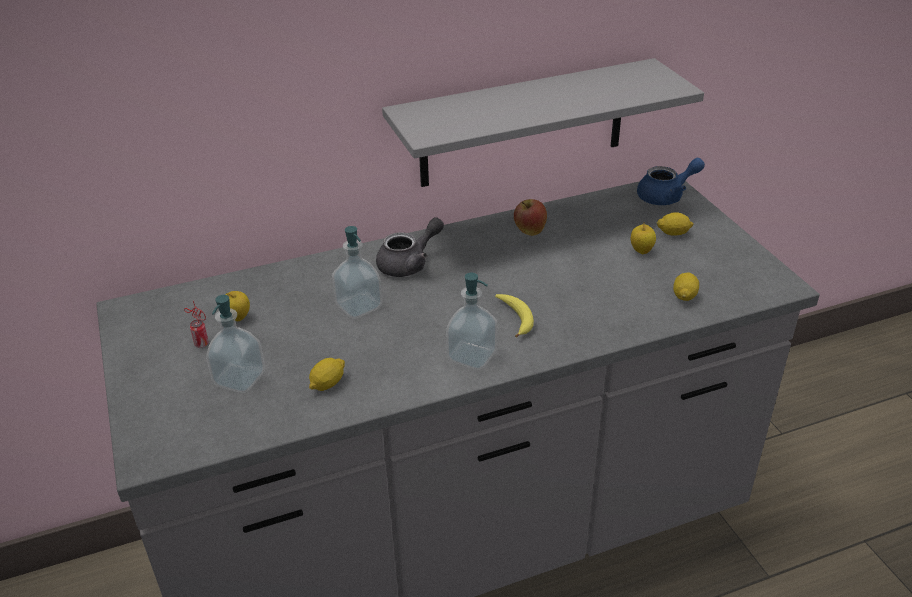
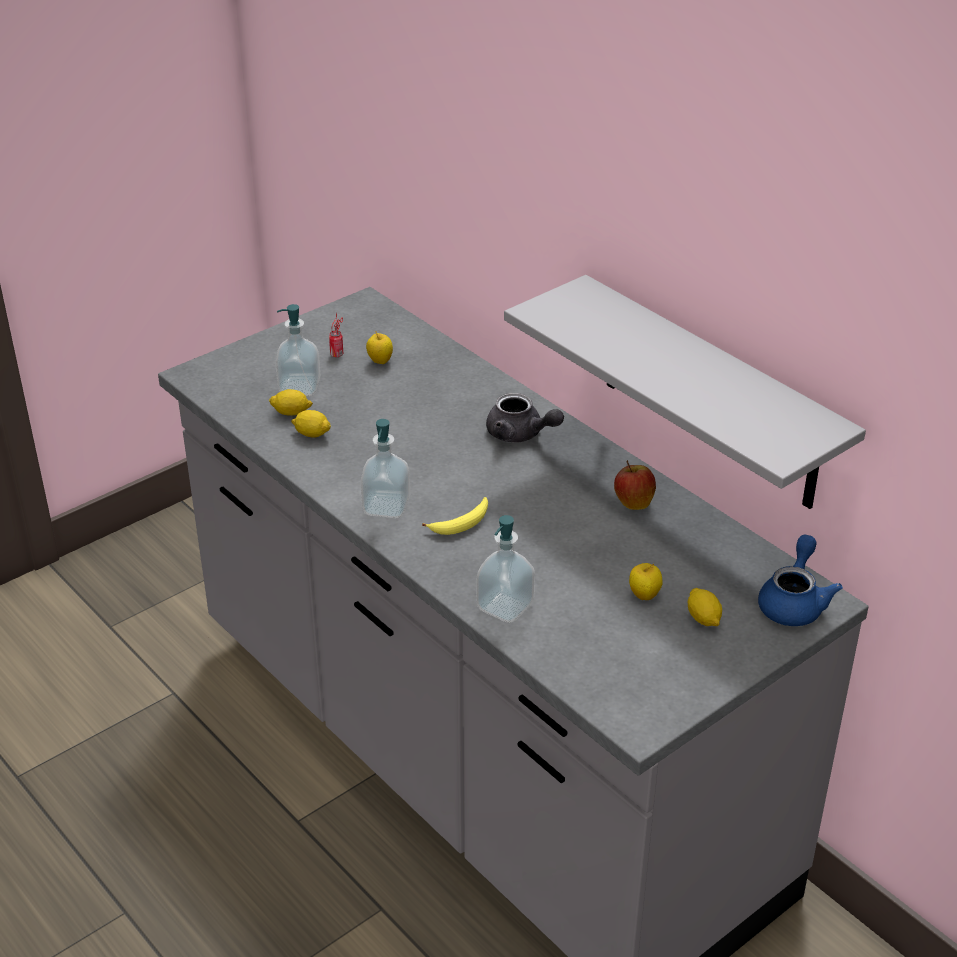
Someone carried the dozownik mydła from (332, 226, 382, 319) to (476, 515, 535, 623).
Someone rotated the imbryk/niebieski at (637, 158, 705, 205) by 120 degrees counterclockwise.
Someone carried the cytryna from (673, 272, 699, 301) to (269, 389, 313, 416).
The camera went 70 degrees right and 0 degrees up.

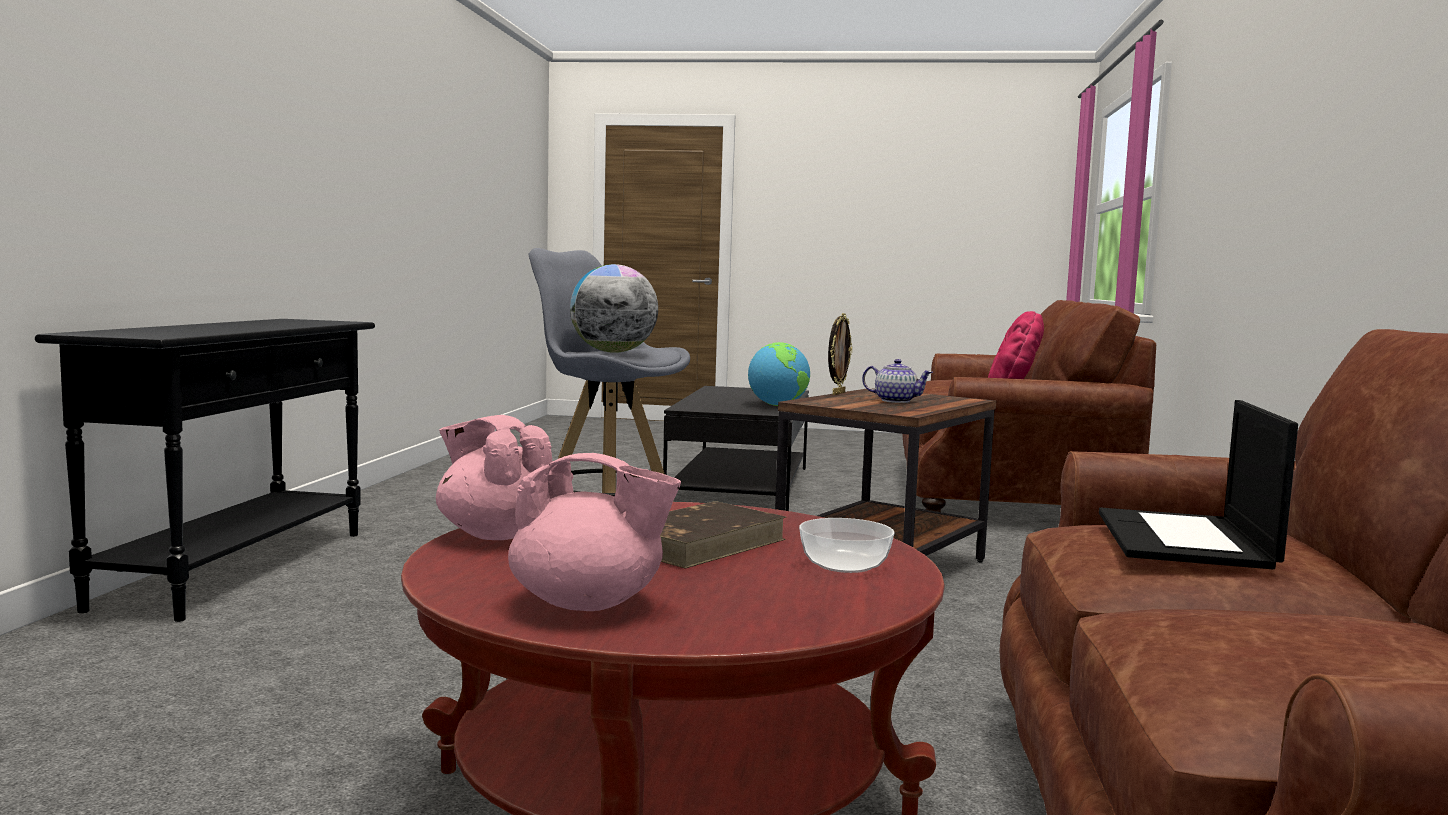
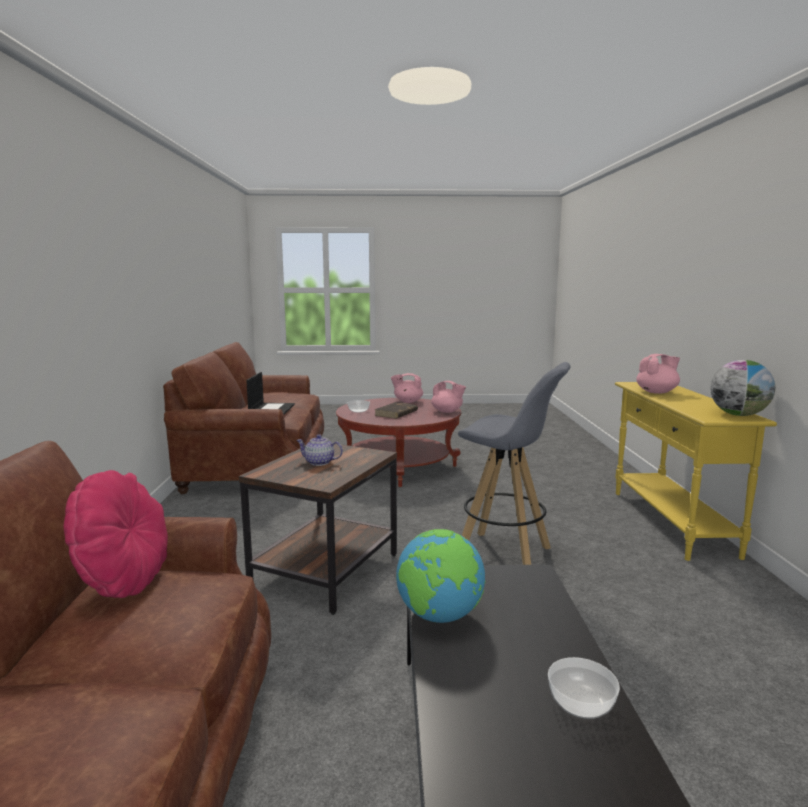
Someone repainted the stolik konsolowy/czarny at (35, 319, 375, 622), which became the stolik konsolowy/żółty at (615, 382, 777, 561).
Someone carried the globus from (570, 264, 658, 353) to (711, 360, 775, 416).
Someone took away the ramka na zdjęcie at (828, 313, 852, 395).
Someone put down the miska at (548, 657, 620, 719).
Someone put down the imbryk/różowy at (636, 354, 680, 394).
The camera went 170 degrees right and 5 degrees up.

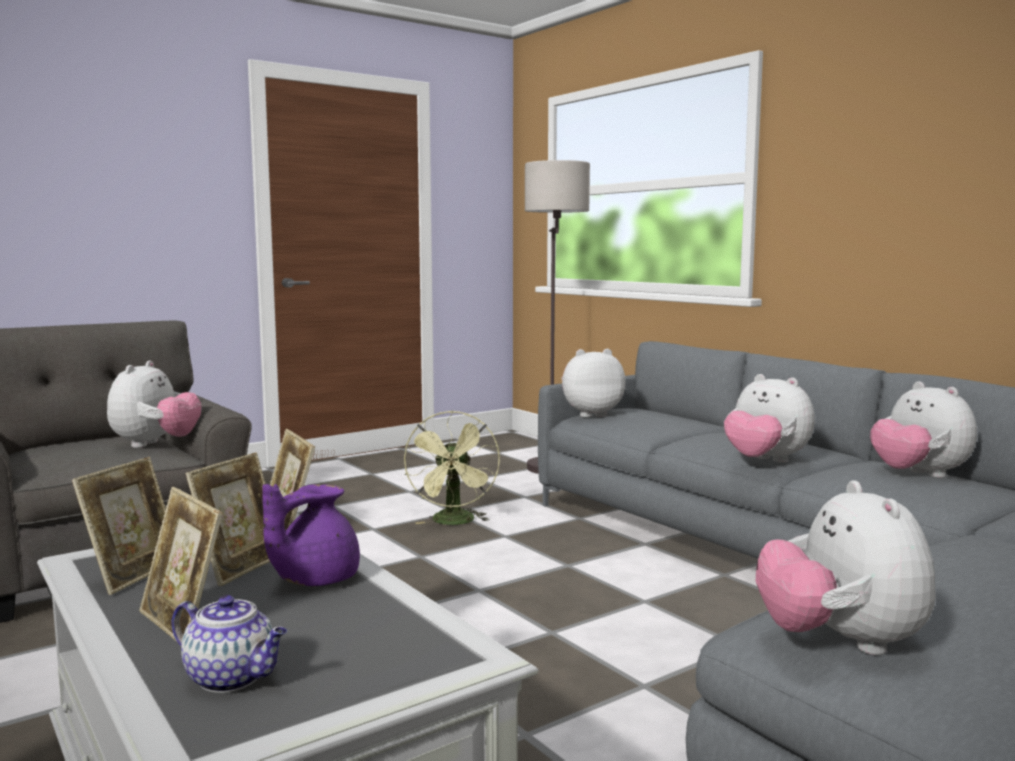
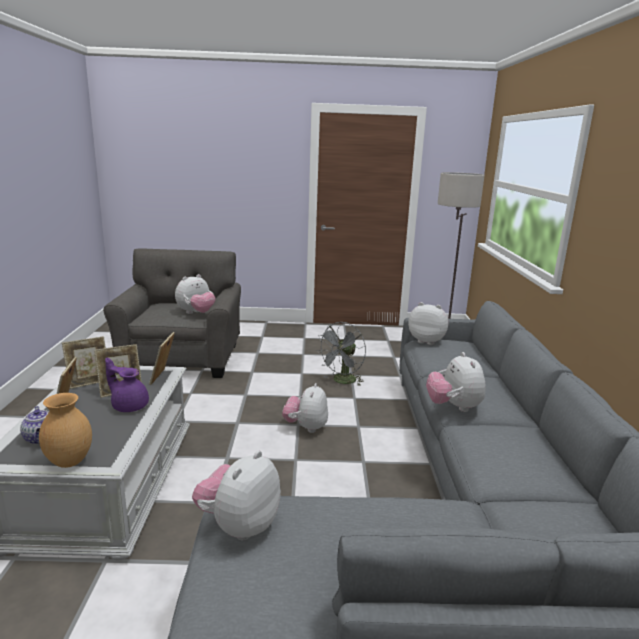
Someone rotated the imbryk/fioletowy at (263, 484, 360, 586) by 45 degrees clockwise.
Someone repainted the wentylator/zielony at (404, 411, 500, 525), which became the wentylator/szary at (316, 322, 366, 386).
Someone carried the pluszak from (870, 382, 977, 478) to (282, 383, 328, 433).
Someone put down the wazon/brązowy at (39, 393, 92, 468).
The camera went 35 degrees right and 10 degrees up.

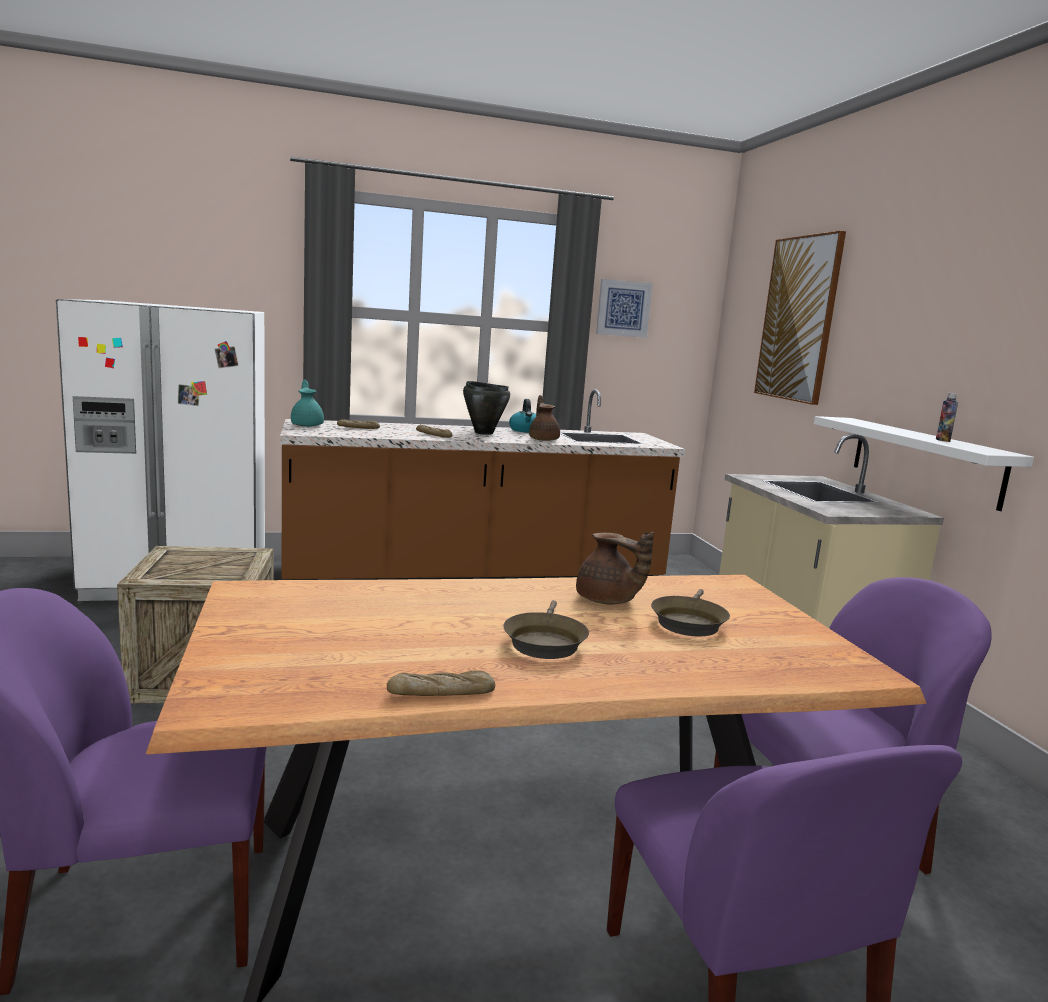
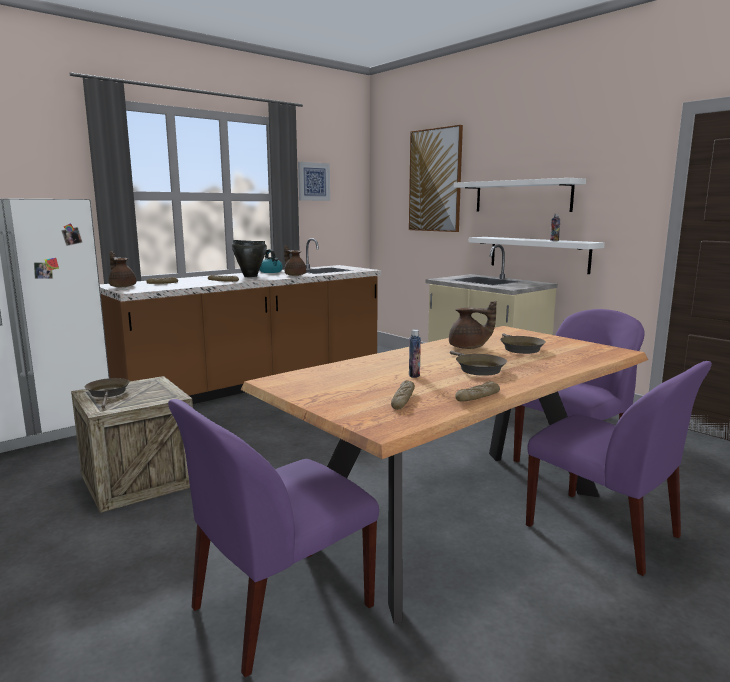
Someone repainted the imbryk/turkusowy at (291, 380, 324, 427), which became the imbryk/brązowy at (109, 251, 136, 287).
Someone put down the patelnia/brązowy at (85, 378, 130, 408).
Someone put down the chleb at (391, 380, 415, 410).
Someone put down the butelka at (409, 329, 421, 378).
Someone put up the półka/biały at (454, 178, 586, 212).
The camera went 25 degrees left and 0 degrees up.

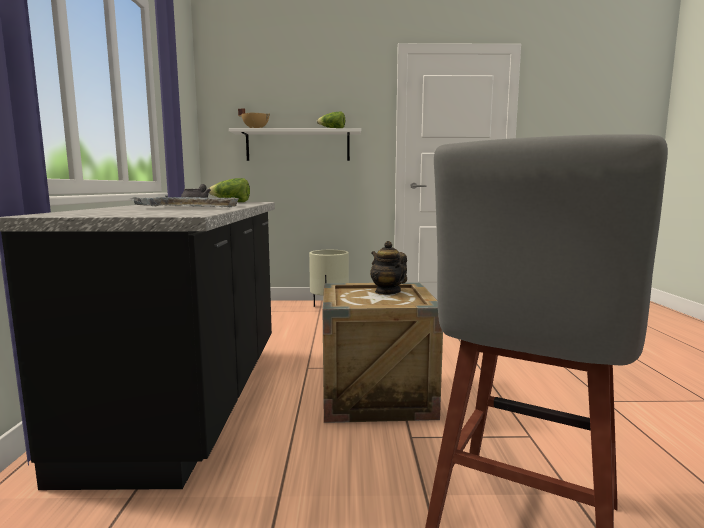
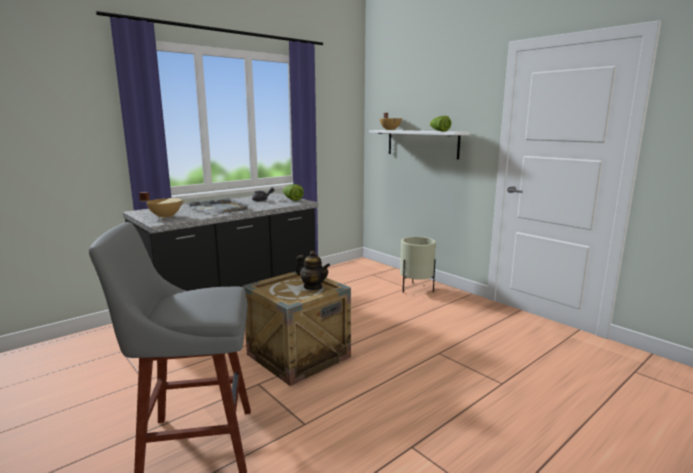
Someone rotated the imbryk at (370, 241, 407, 295) by 105 degrees clockwise.
Someone put down the garnek/beżowy at (139, 192, 185, 219).
The camera went 50 degrees right and 5 degrees up.

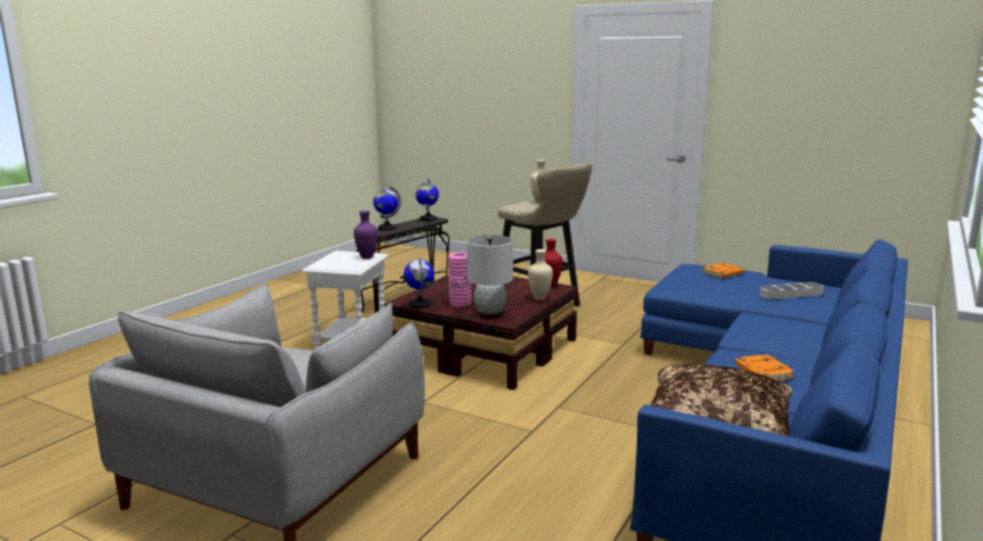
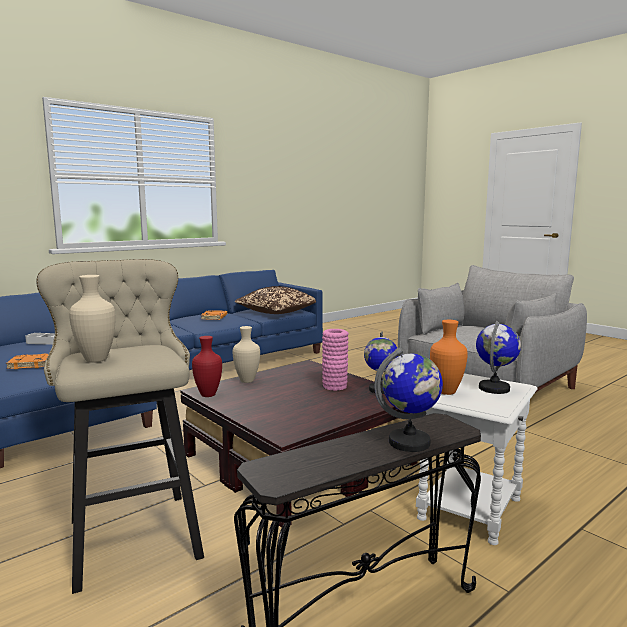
Someone repainted the wazon/fioletowy at (354, 210, 378, 259), which became the wazon/pomarańczowy at (430, 320, 468, 395).
Someone carried the globus from (415, 179, 439, 221) to (476, 321, 521, 394).
Someone took away the lampa stołowa/biały at (467, 235, 513, 318).
The camera went 160 degrees left and 5 degrees down.

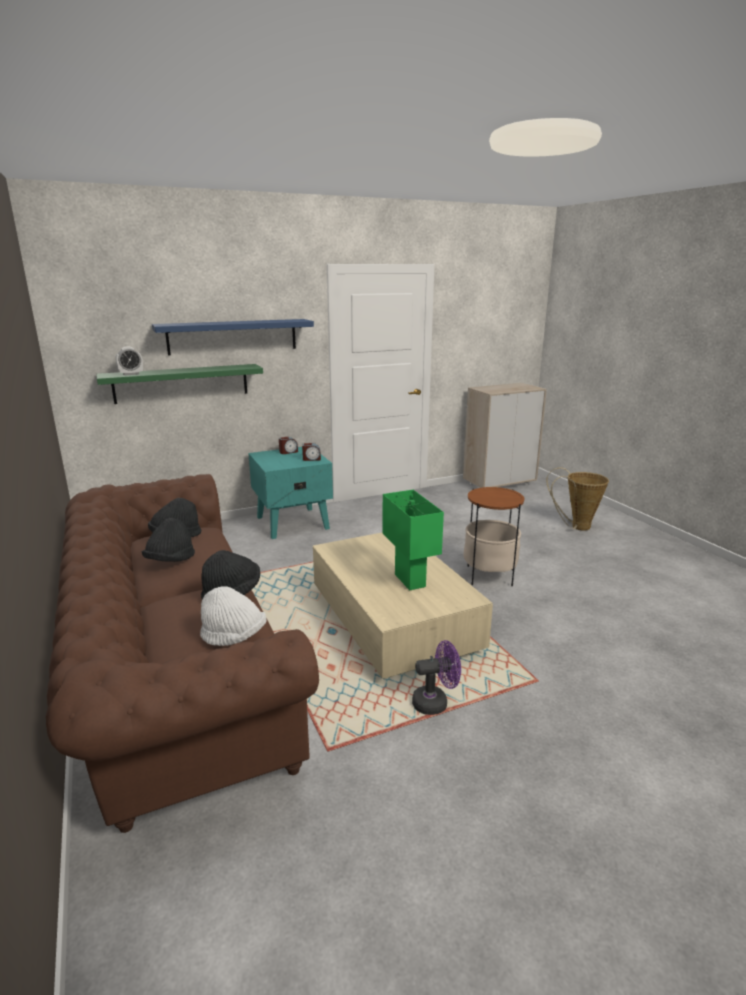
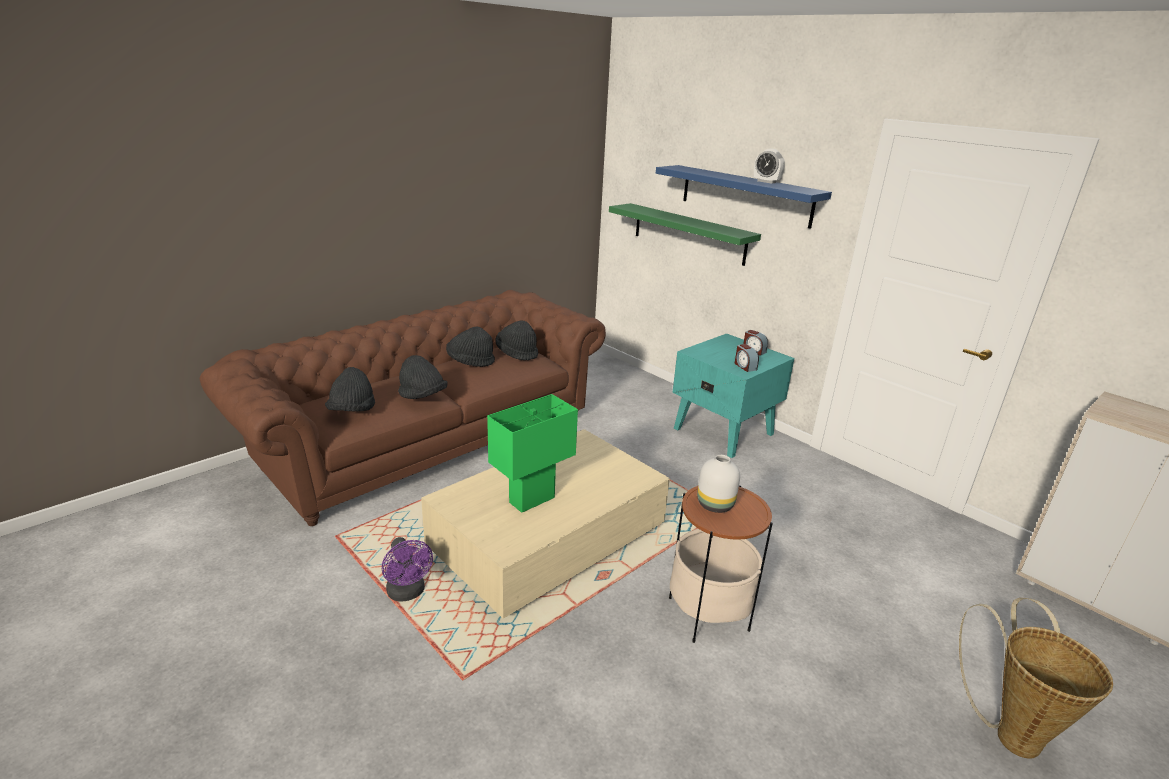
Someone carried the budzik from (116, 347, 143, 376) to (754, 149, 785, 184).
Someone repainted the kapelusz/biały at (200, 586, 266, 646), which became the kapelusz/czarny at (325, 367, 375, 412).
Someone put down the wazon/biały at (697, 455, 740, 513).
The camera went 70 degrees right and 5 degrees up.

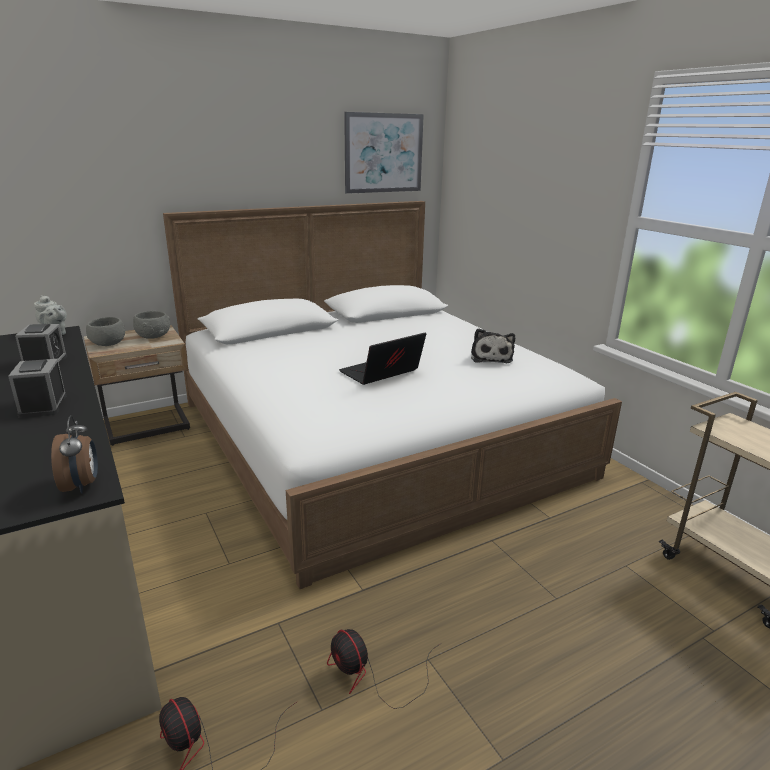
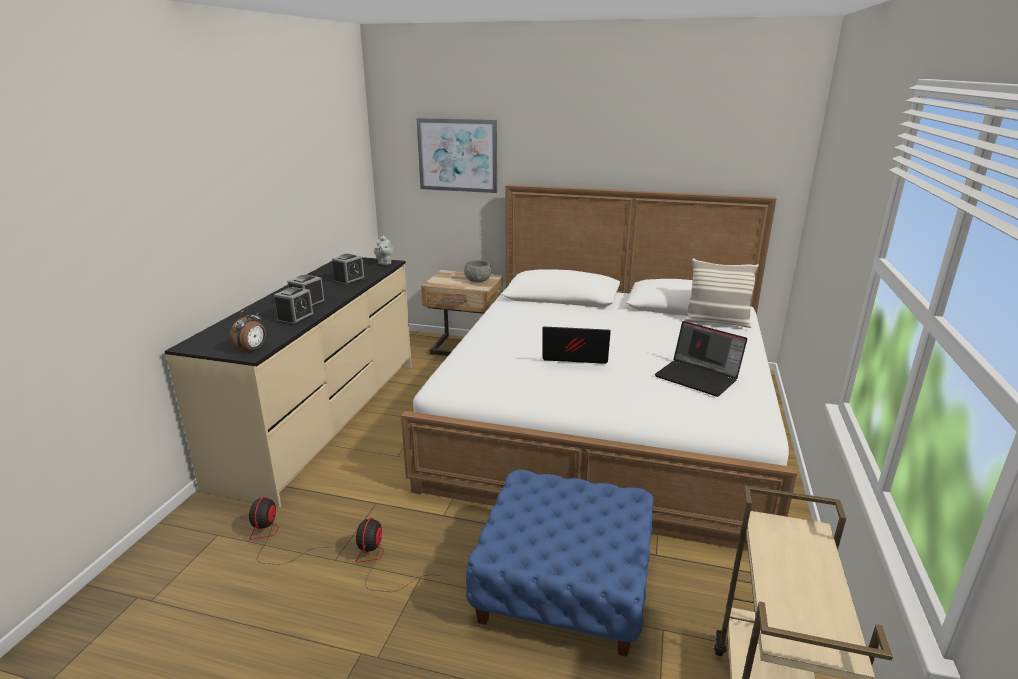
Someone took away the miska/szary at (86, 317, 125, 346).
Someone carried the obraz from (344, 112, 424, 194) to (416, 118, 497, 193).
Someone swapped the pluszak at (471, 328, 515, 363) for the laptop at (655, 321, 747, 397).
Someone put down the budzik at (274, 287, 315, 326).
Someone put down the pufa/niebieski at (466, 470, 654, 657).
Someone put down the poduszka at (684, 258, 759, 328).
The camera went 45 degrees right and 0 degrees up.

